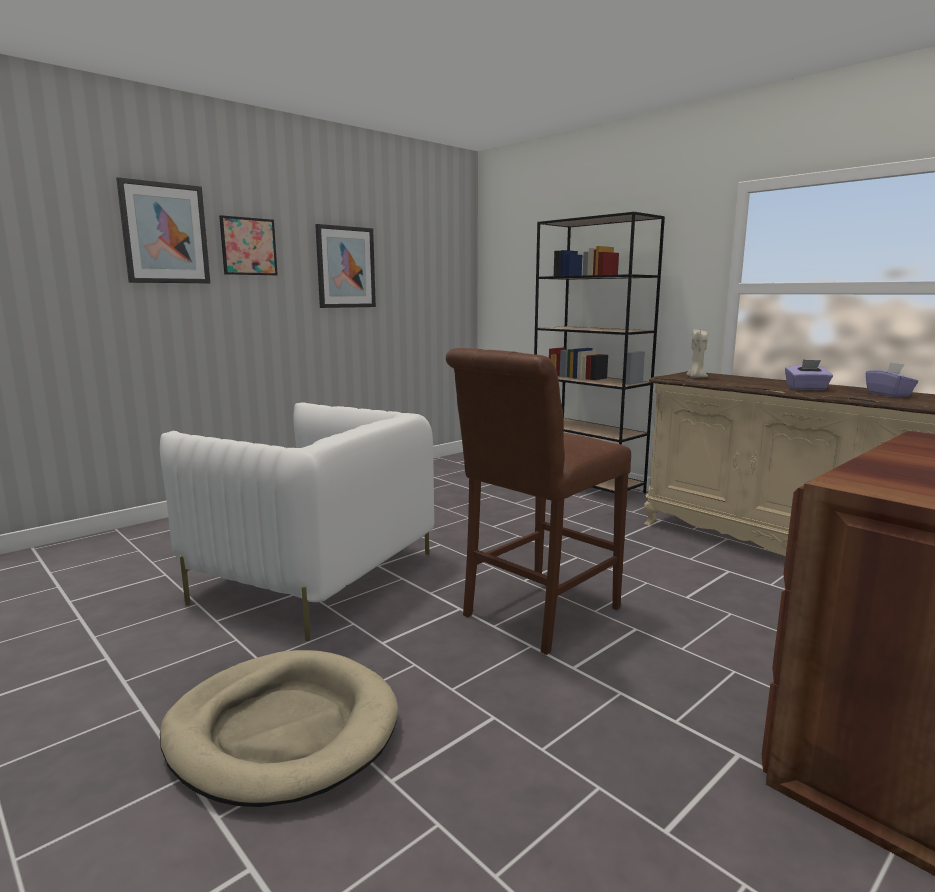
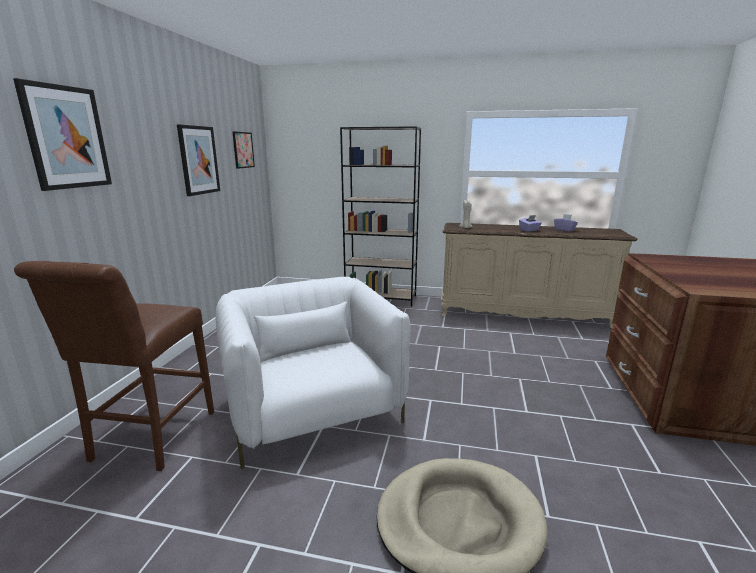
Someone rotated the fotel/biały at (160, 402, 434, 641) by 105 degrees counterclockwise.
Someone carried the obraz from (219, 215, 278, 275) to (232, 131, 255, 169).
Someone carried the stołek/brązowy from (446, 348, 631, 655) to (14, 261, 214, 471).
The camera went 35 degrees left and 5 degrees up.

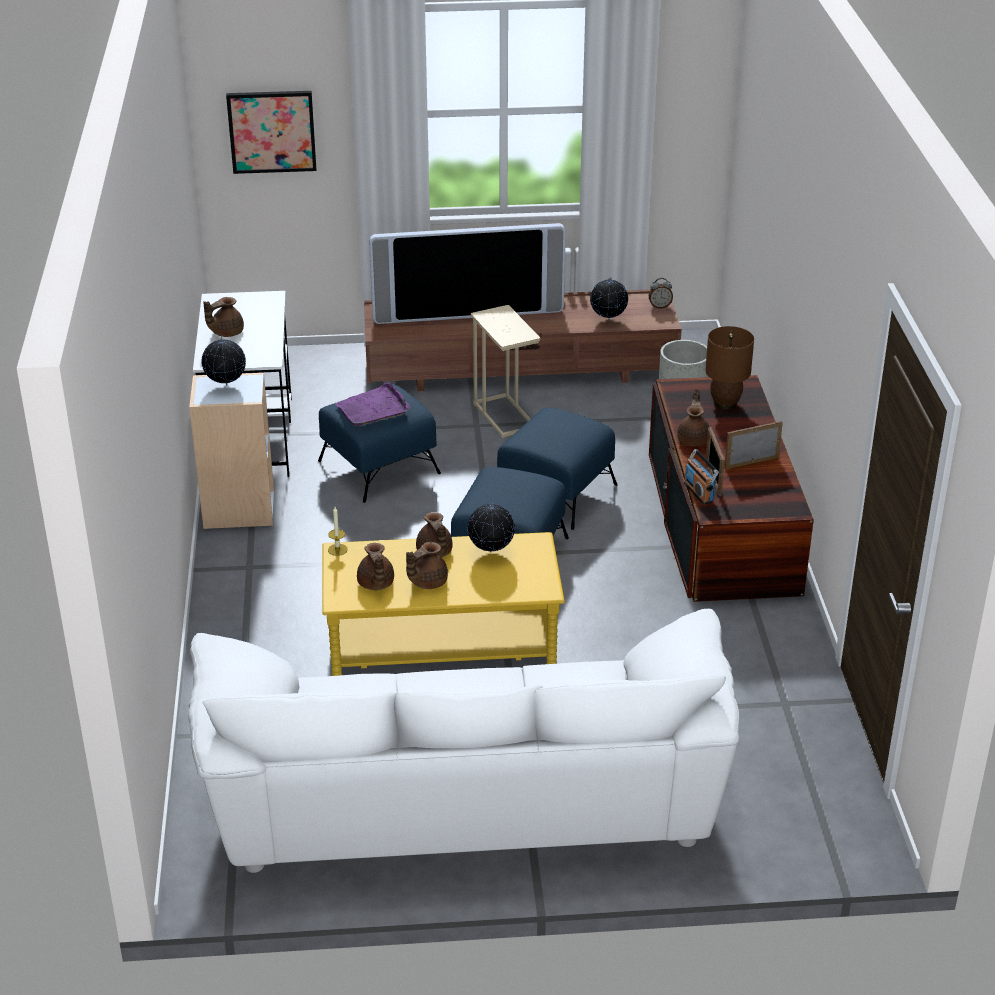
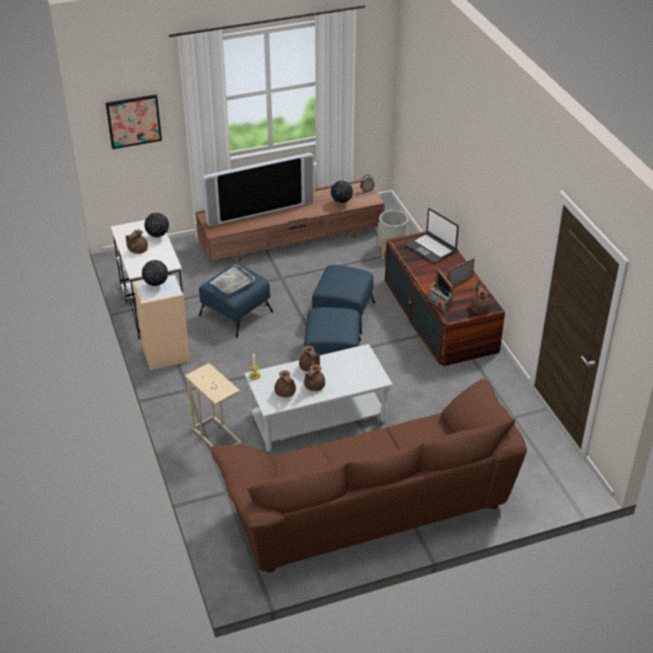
Someone repainted the kanapa/biały at (188, 609, 740, 873), which became the kanapa/brązowy at (212, 379, 527, 573).
Someone repainted the ława/żółty at (322, 532, 565, 676), which became the ława/szary at (244, 344, 393, 452).
Someone repainted the taca/fioletowy at (335, 382, 410, 426), which became the taca/szary at (210, 264, 255, 295).
Someone carried the globus from (467, 503, 515, 552) to (144, 212, 169, 238).
Someone carried the stolik/beżowy from (471, 305, 540, 438) to (185, 363, 242, 447).
Someone carried the imbryk/brązowy from (677, 389, 710, 446) to (471, 279, 491, 314).
Someone swapped the lampa stołowa/brązowy at (705, 326, 754, 410) for the laptop at (405, 208, 459, 263).
The camera went 15 degrees left and 5 degrees up.

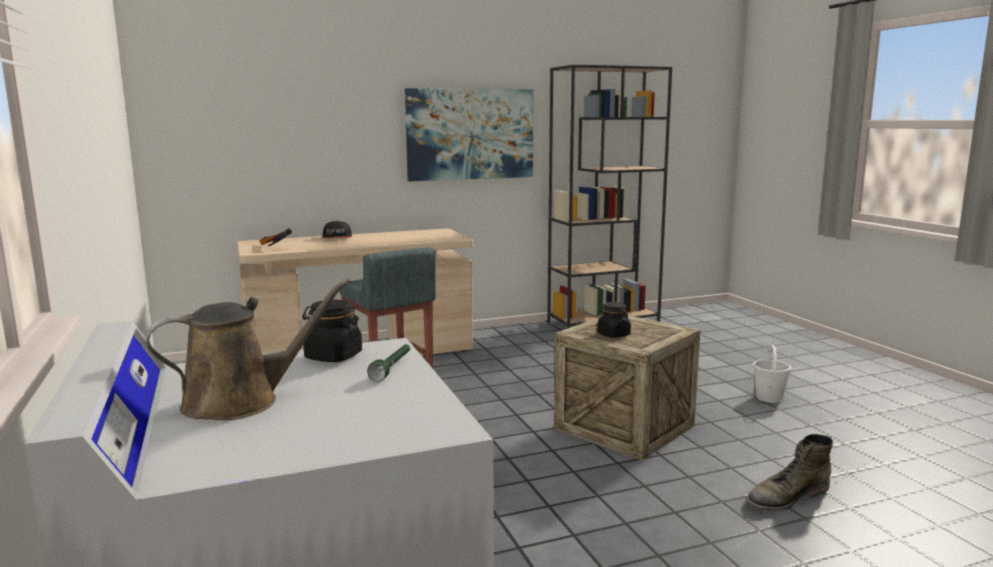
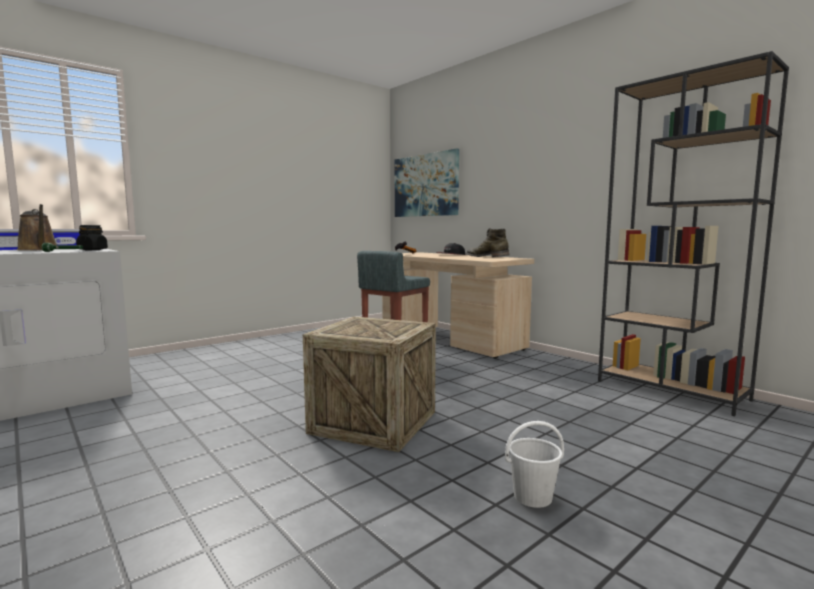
Someone carried the obraz from (405, 88, 533, 181) to (395, 148, 459, 217).
Someone took away the słoik/czarny at (597, 302, 631, 338).
Someone carried the but z cholewką/zielony from (746, 434, 833, 511) to (466, 228, 509, 257).
The camera went 70 degrees right and 5 degrees down.

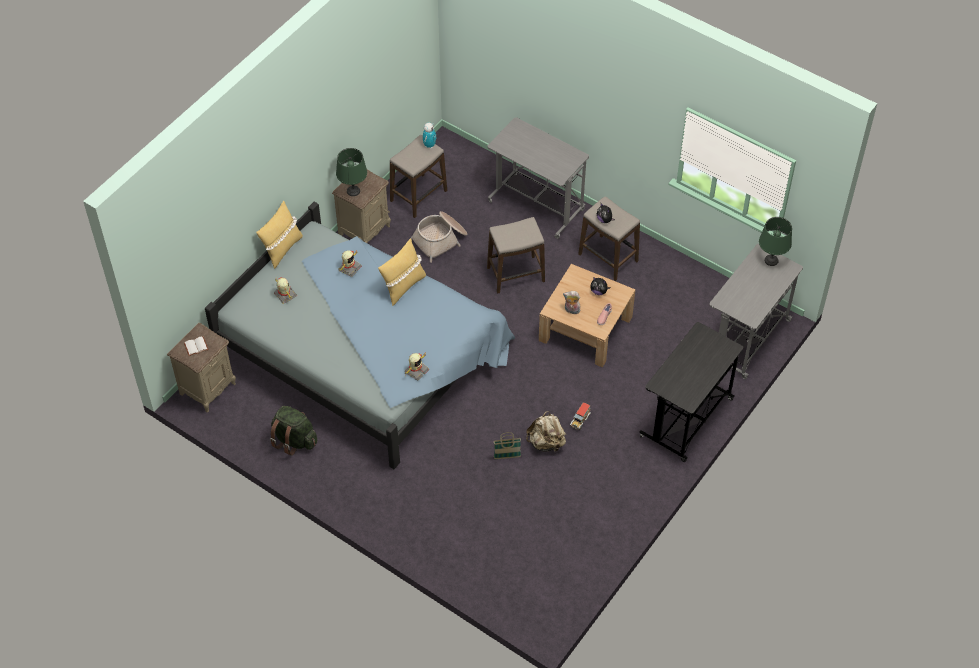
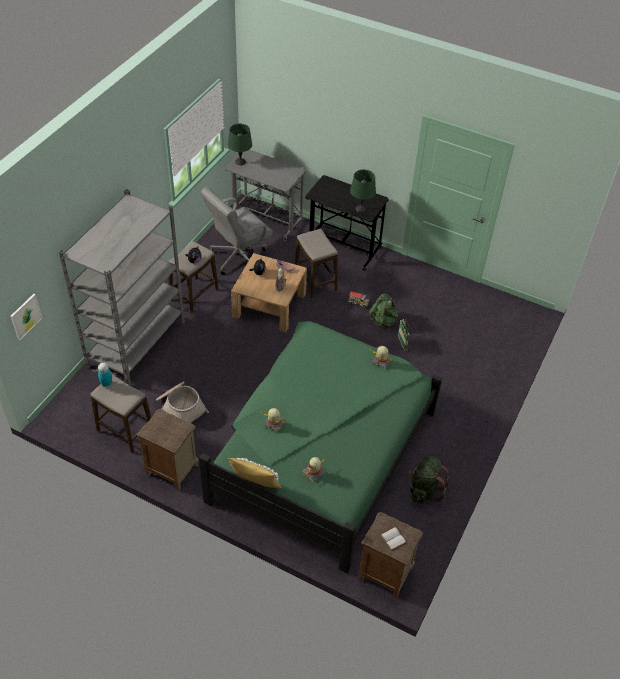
Someone repainted the łóżko/niebieski at (205, 202, 515, 469), which became the łóżko/zielony at (199, 321, 442, 573).
Someone carried the lampa stołowa/zielony from (336, 148, 367, 196) to (350, 170, 376, 212).
Someone took away the poduszka/żółty at (378, 238, 426, 306).
Someone swapped the biurko/szary at (487, 117, 589, 239) for the regał/szary at (59, 189, 185, 385).
Someone carried the stołek from (487, 217, 545, 294) to (295, 229, 338, 299).
Someone repainted the plecak/beżowy at (526, 411, 566, 453), which became the plecak/zielony at (369, 294, 398, 330).
Someone put up the obraz at (10, 294, 42, 341).
Someone put down the krzesło biurowe/szary at (201, 187, 273, 275).
The camera went 100 degrees left and 5 degrees down.

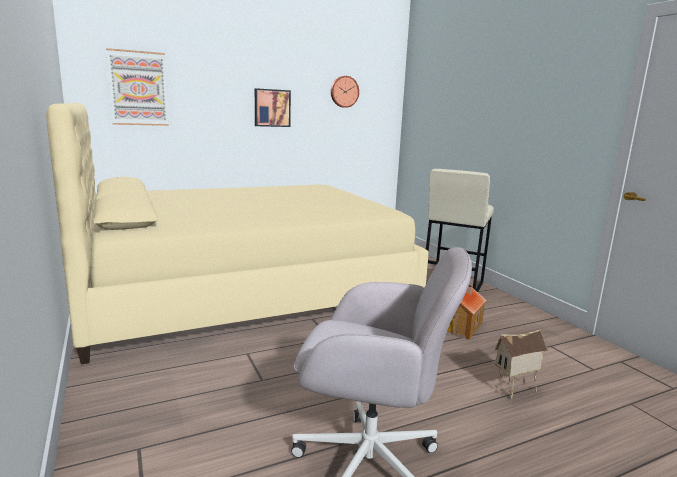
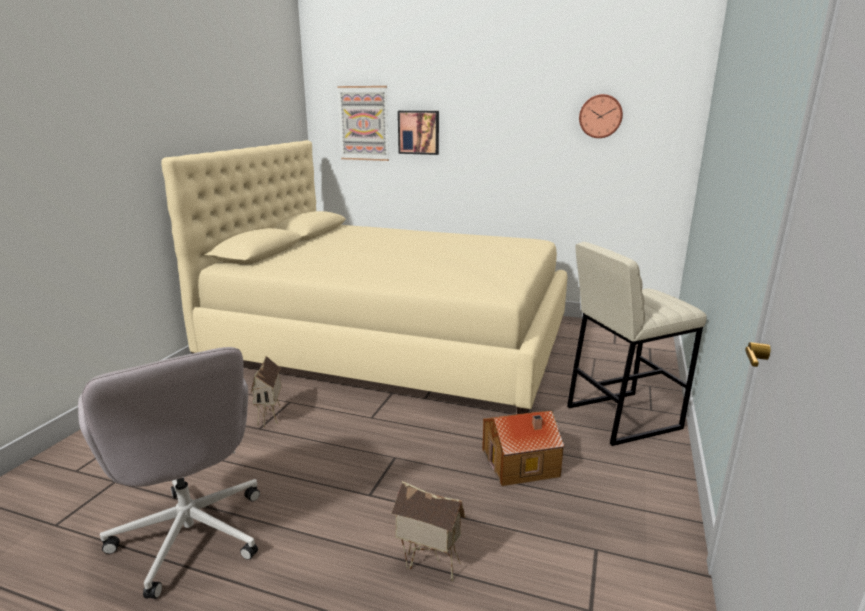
Someone carried the obraz from (255, 88, 291, 127) to (398, 111, 439, 155).
Someone put down the domek at (251, 356, 282, 428).
The camera went 45 degrees right and 5 degrees up.

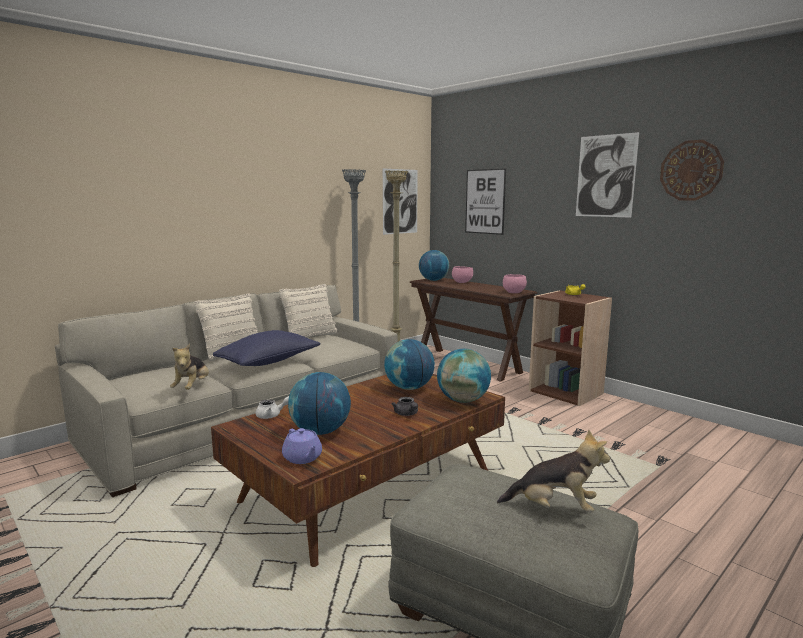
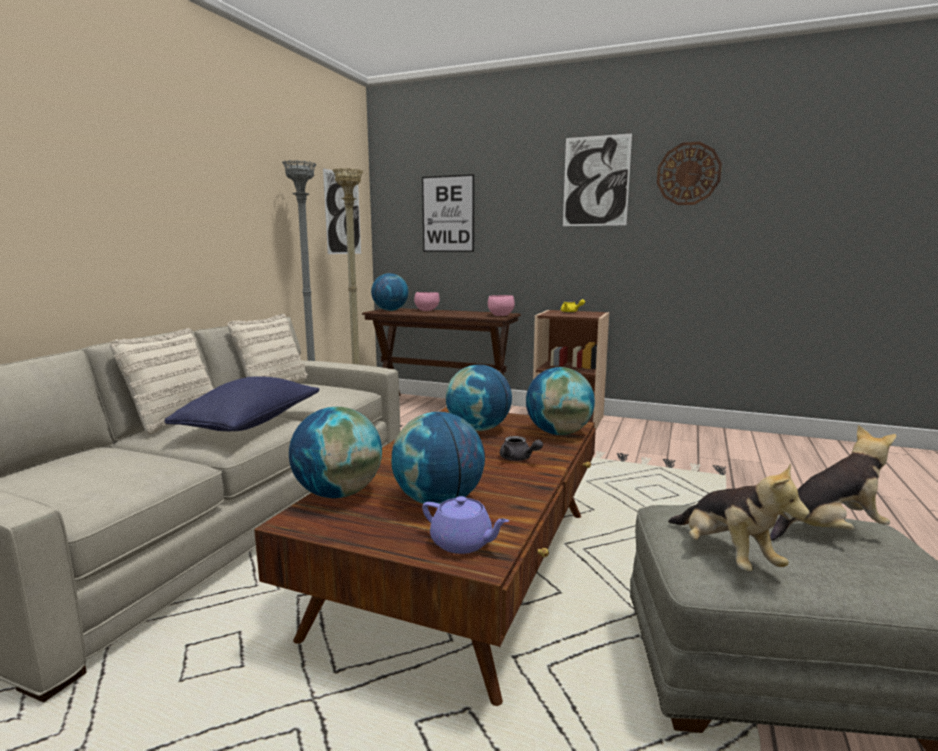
Someone carried the pluszak from (170, 344, 209, 390) to (668, 463, 810, 571).
Someone swapped the imbryk/biały at (256, 396, 289, 419) for the globus at (289, 407, 382, 498).
The camera went 25 degrees left and 0 degrees up.

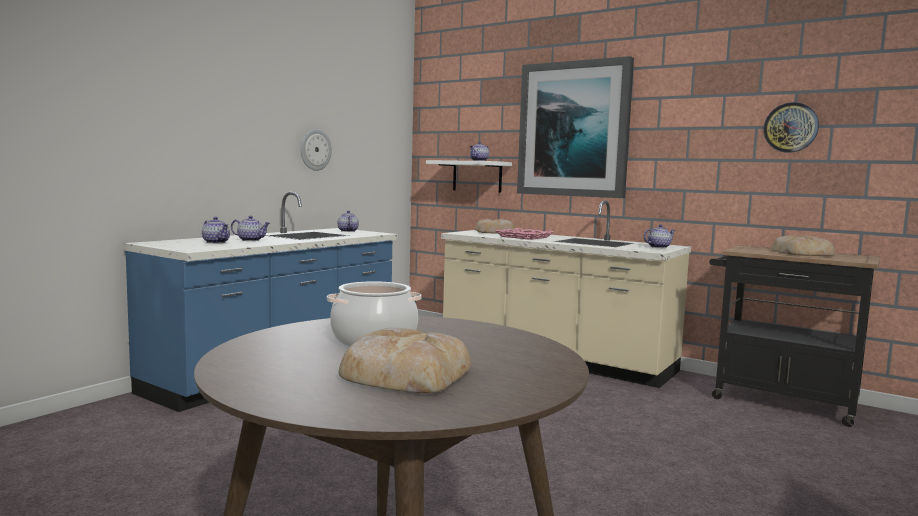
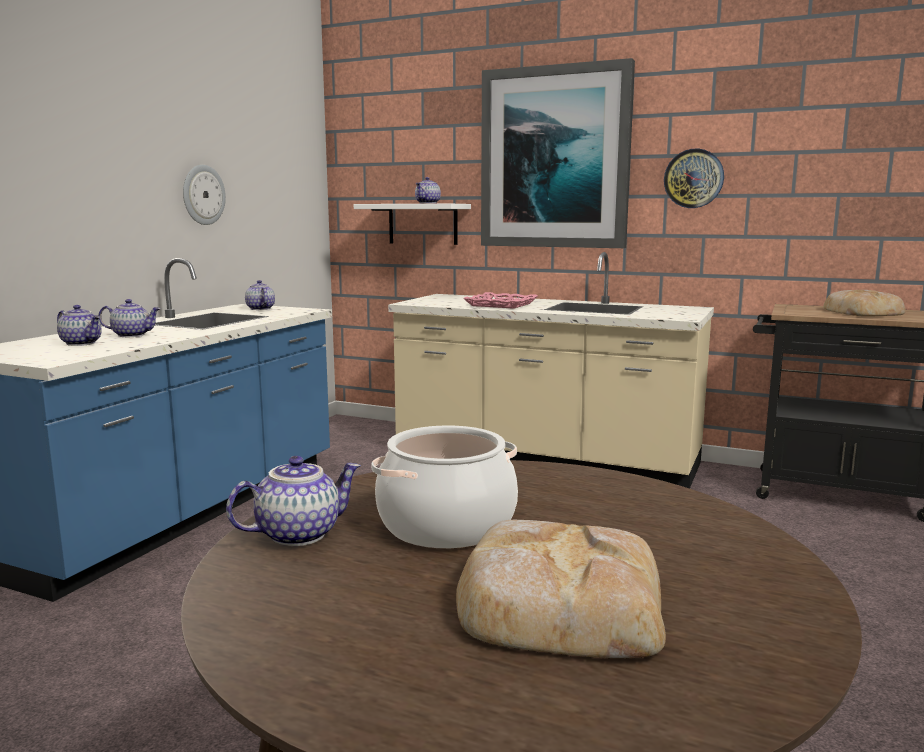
Someone took away the chleb at (475, 219, 515, 234).
Someone carried the imbryk from (644, 224, 676, 248) to (226, 456, 361, 546).
Someone carried the zegar ścienny from (763, 102, 819, 153) to (664, 149, 724, 208).
The camera went 10 degrees left and 5 degrees up.

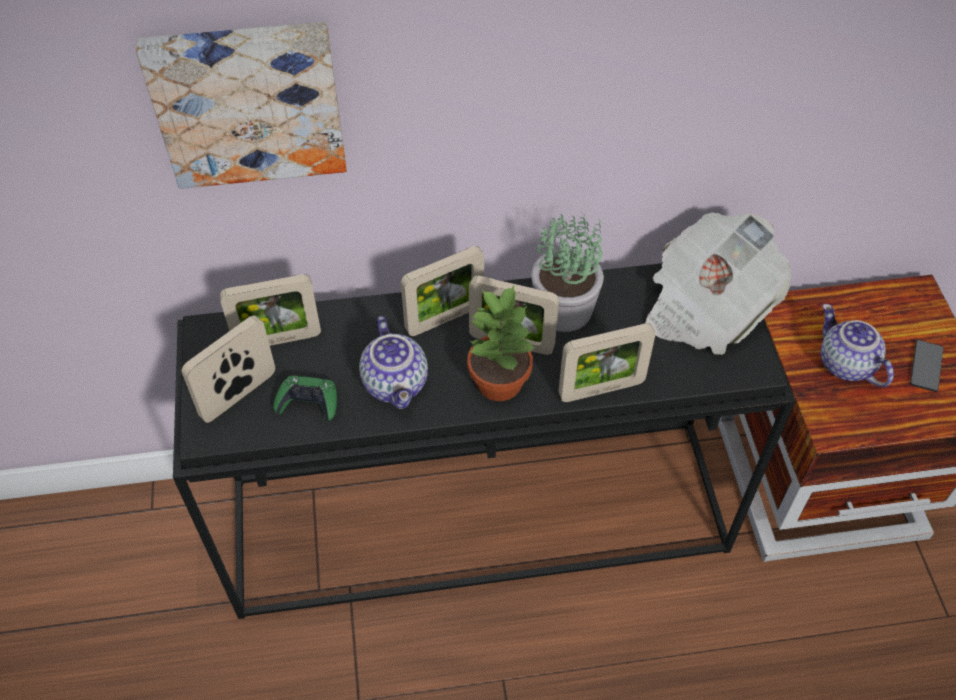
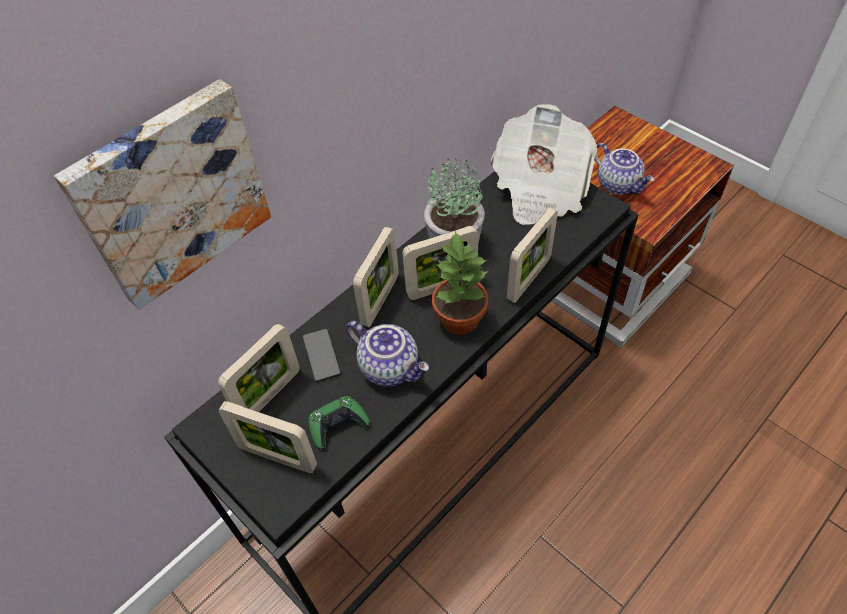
Someone rotated the ramka na zdjęcie at (182, 316, 275, 423) by 75 degrees counterclockwise.
Someone rotated the imbryk at (821, 304, 894, 387) by 150 degrees counterclockwise.
Someone carried the telefon from (910, 340, 943, 392) to (302, 329, 341, 382).
The camera went 35 degrees left and 0 degrees up.

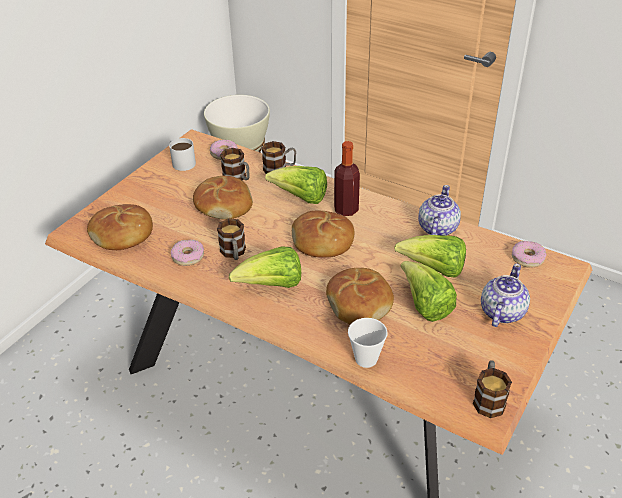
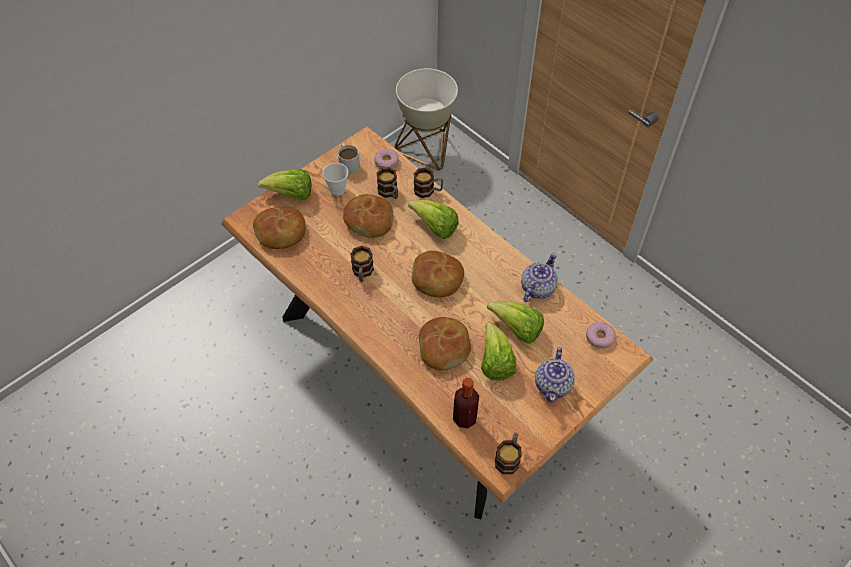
Someone took away the donut at (171, 240, 204, 266).
Someone carried the sałata from (229, 246, 301, 288) to (258, 169, 311, 200).
Someone carried the butelka from (334, 141, 360, 216) to (453, 378, 479, 428).
Someone carried the filiżanka from (348, 318, 388, 368) to (322, 163, 348, 196).
Someone rotated the imbryk at (481, 264, 530, 327) by 150 degrees clockwise.
The camera went 15 degrees right and 15 degrees up.

